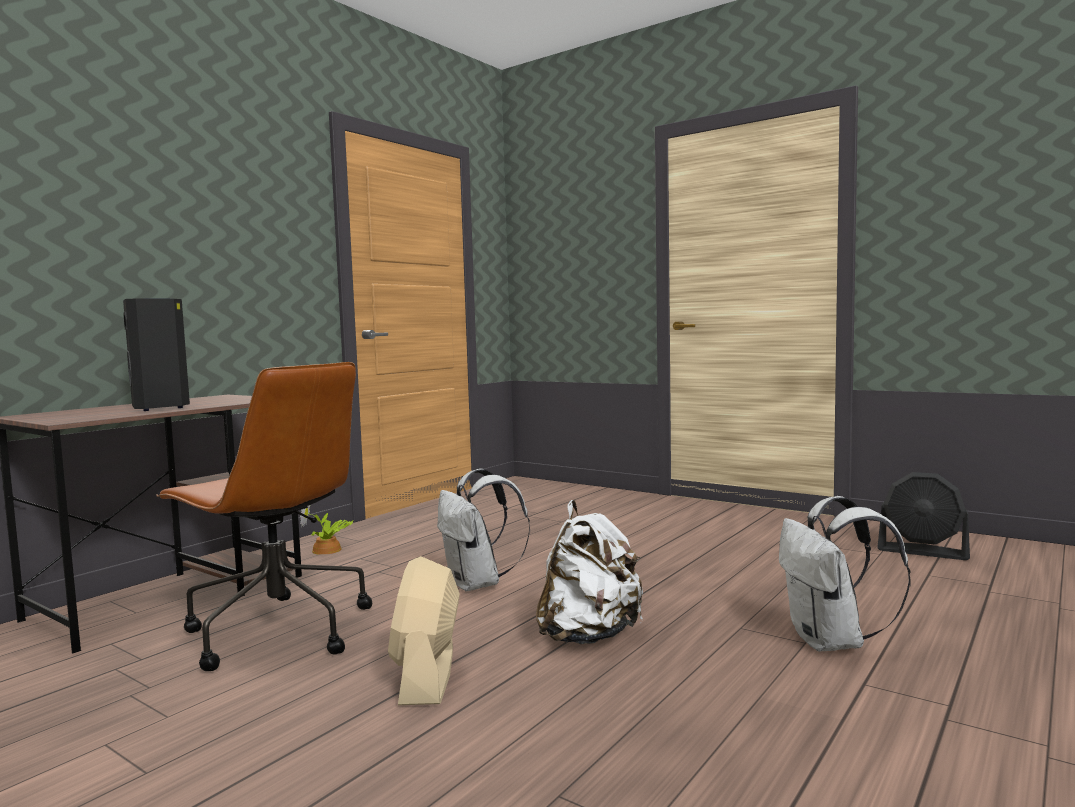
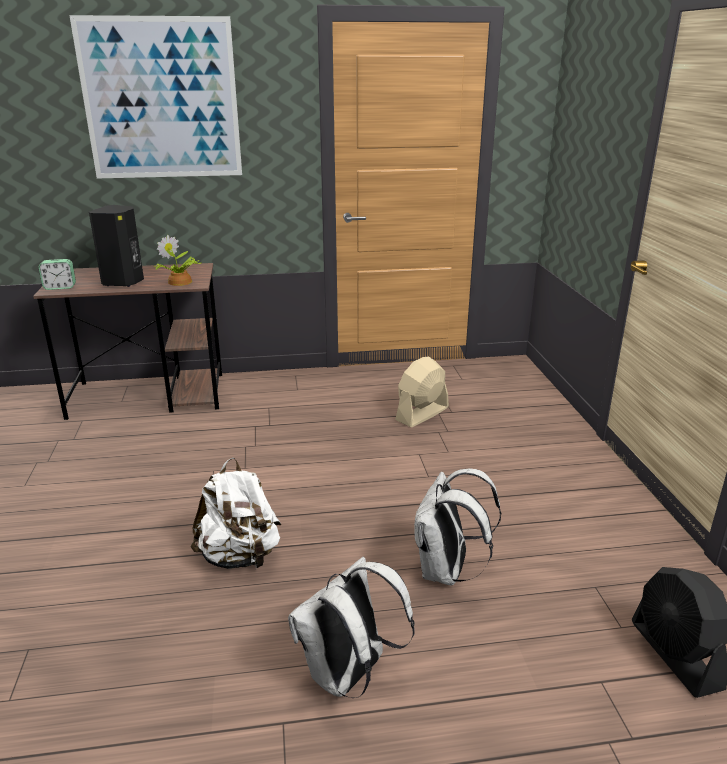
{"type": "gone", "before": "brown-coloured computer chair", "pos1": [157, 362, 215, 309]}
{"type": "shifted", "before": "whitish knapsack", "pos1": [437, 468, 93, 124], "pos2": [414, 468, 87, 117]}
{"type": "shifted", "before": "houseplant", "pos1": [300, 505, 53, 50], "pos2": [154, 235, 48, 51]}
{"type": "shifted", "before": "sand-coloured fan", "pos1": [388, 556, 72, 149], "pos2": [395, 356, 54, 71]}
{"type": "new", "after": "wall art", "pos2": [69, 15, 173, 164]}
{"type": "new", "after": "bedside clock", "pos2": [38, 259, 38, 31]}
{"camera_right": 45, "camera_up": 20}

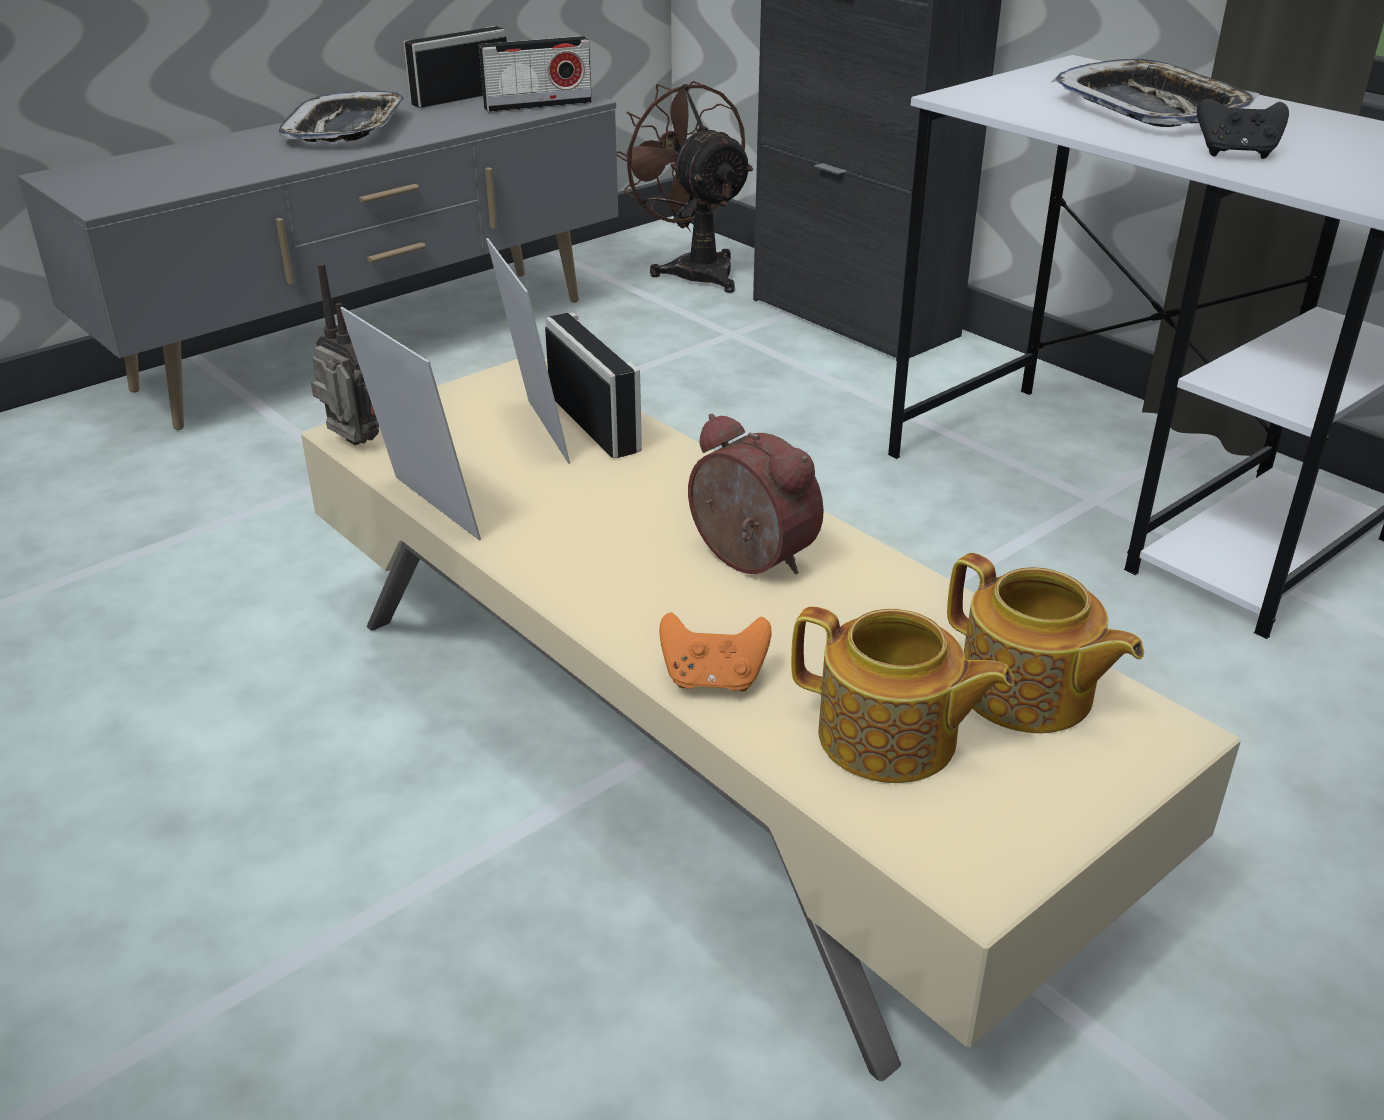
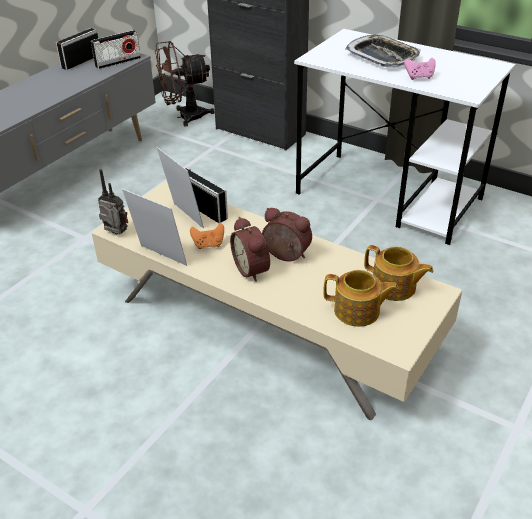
{"type": "rotated", "before": "brown-coloured fan", "pos1": [616, 81, 137, 212], "pos2": [155, 41, 60, 86], "turn": -60}
{"type": "gone", "before": "serving tray", "pos1": [279, 91, 126, 51]}
{"type": "repainted", "before": "blackish joypad", "after": "pink-coloured joypad", "pos1": [1197, 99, 92, 60], "pos2": [404, 58, 32, 22]}
{"type": "shifted", "before": "orange-coloured joypad", "pos1": [659, 612, 113, 79], "pos2": [190, 223, 34, 26]}
{"type": "new", "after": "bedside clock", "pos2": [230, 217, 40, 65]}
{"camera_right": -15, "camera_up": 5}

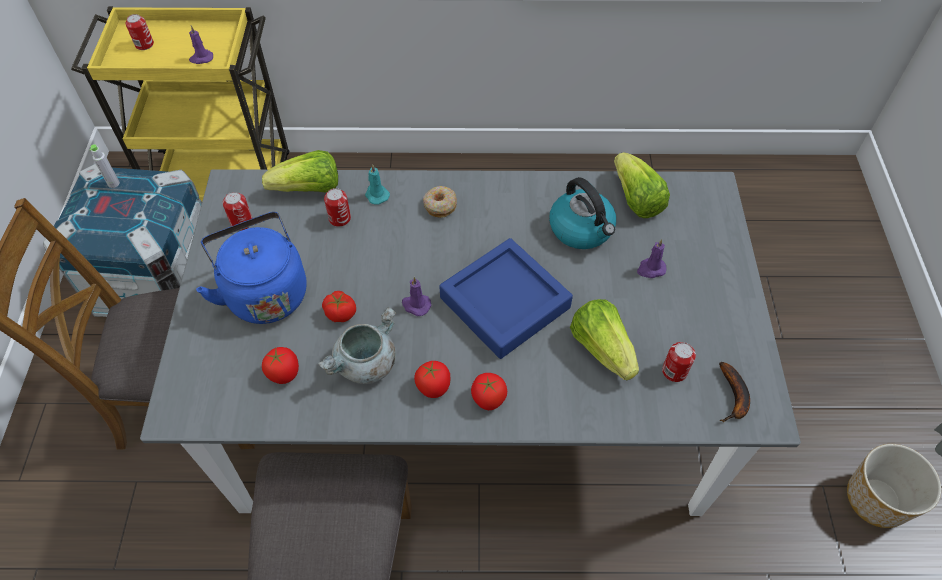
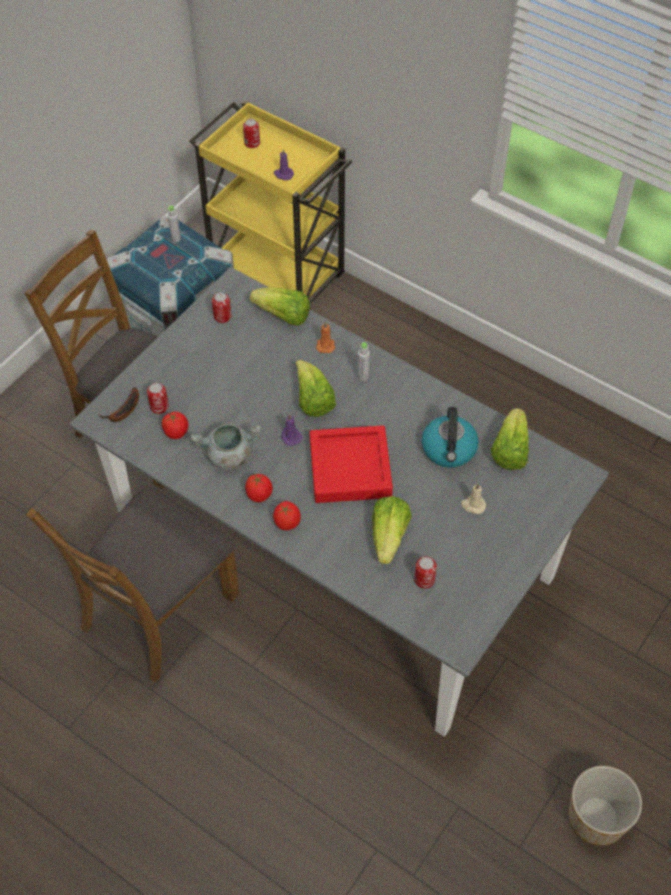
{"type": "repainted", "before": "turquoise wax candle", "after": "orange-coloured wax candle", "pos1": [365, 164, 25, 41], "pos2": [316, 321, 19, 32]}
{"type": "swapped", "before": "donut", "after": "grey bottle", "pos1": [423, 186, 34, 32], "pos2": [358, 342, 12, 39]}
{"type": "shifted", "before": "metal can", "pos1": [324, 188, 27, 39], "pos2": [147, 383, 22, 31]}
{"type": "gone", "before": "bluish water kettle", "pos1": [196, 212, 110, 112]}
{"type": "repainted", "before": "bluish serving tray", "after": "reddish serving tray", "pos1": [439, 238, 134, 121], "pos2": [310, 425, 83, 78]}
{"type": "repainted", "before": "purple wax candle", "after": "sand-coloured wax candle", "pos1": [637, 239, 29, 39], "pos2": [461, 483, 25, 31]}
{"type": "gone", "before": "tomato", "pos1": [322, 291, 34, 31]}
{"type": "shifted", "before": "banana", "pos1": [719, 362, 31, 60], "pos2": [99, 387, 40, 35]}
{"type": "new", "after": "lettuce", "pos2": [296, 360, 40, 57]}
{"camera_right": 35, "camera_up": 0}

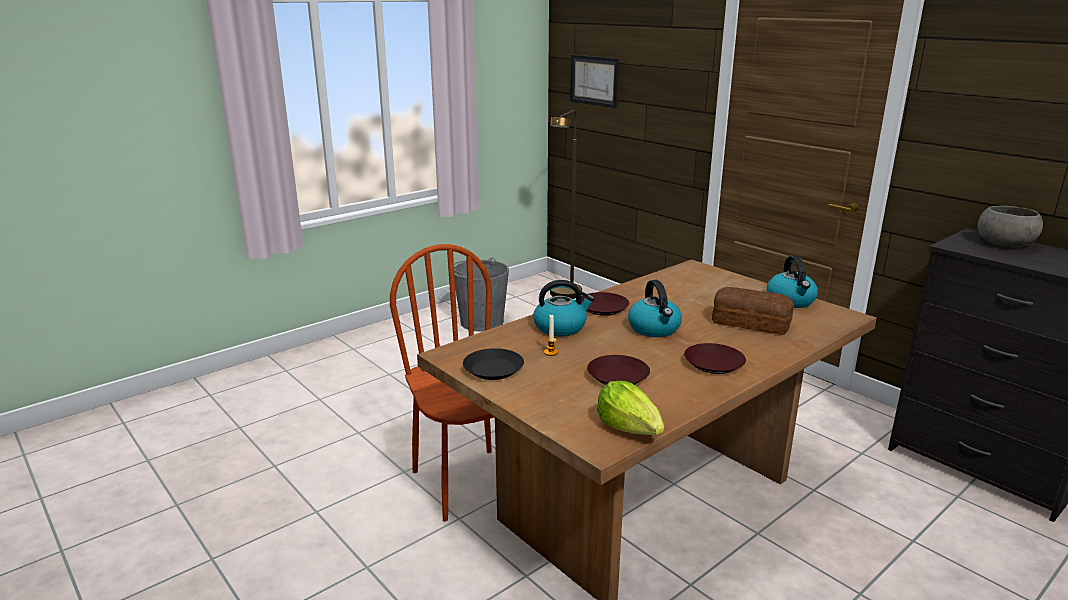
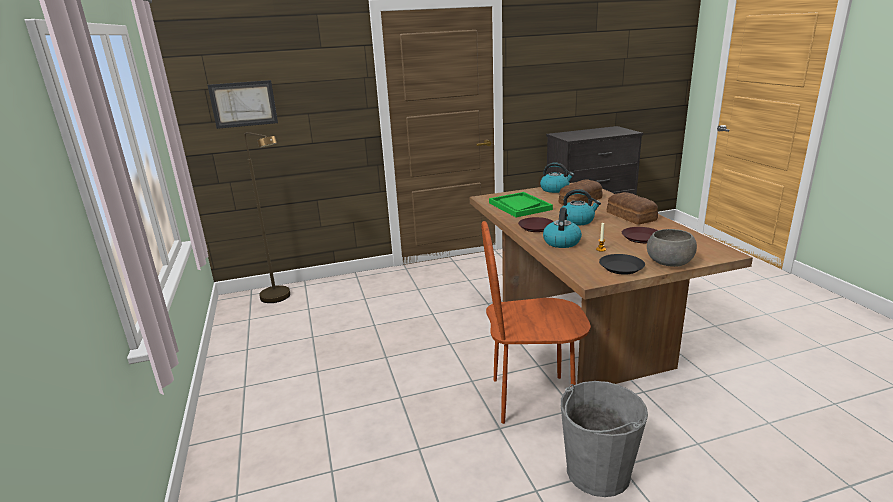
{"type": "shifted", "before": "grey serving bowl", "pos1": [978, 206, 65, 42], "pos2": [647, 229, 50, 38]}
{"type": "shifted", "before": "grey water bucket", "pos1": [454, 257, 55, 75], "pos2": [561, 381, 87, 116]}
{"type": "swapped", "before": "brown-coloured plate", "after": "bread", "pos1": [684, 343, 62, 31], "pos2": [607, 192, 51, 33]}
{"type": "gone", "before": "lettuce", "pos1": [597, 381, 67, 54]}
{"type": "new", "after": "greenish serving tray", "pos2": [489, 192, 64, 25]}
{"camera_right": -65, "camera_up": 0}

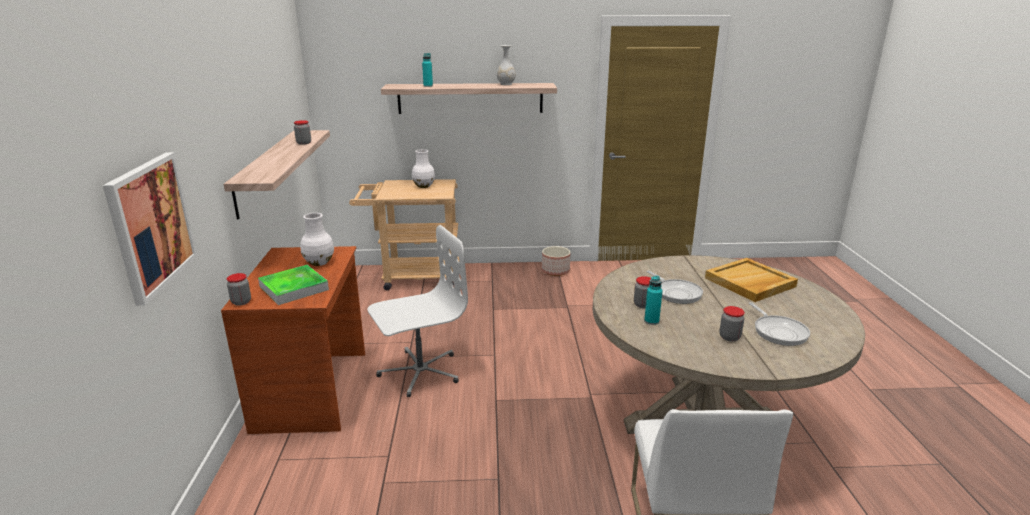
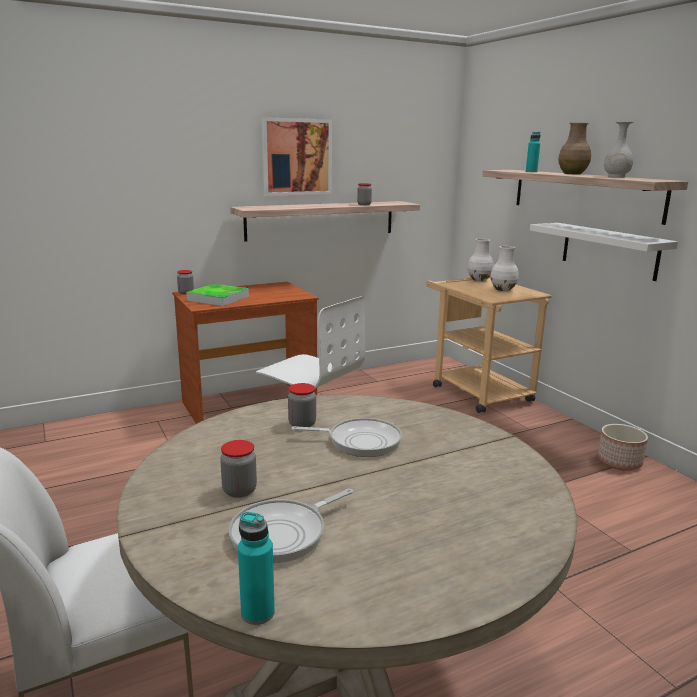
{"type": "shifted", "before": "wall art", "pos1": [103, 152, 94, 154], "pos2": [262, 117, 70, 79]}
{"type": "shifted", "before": "whitish decorative vase", "pos1": [300, 213, 34, 53], "pos2": [468, 239, 26, 42]}
{"type": "gone", "before": "sand-coloured serving tray", "pos1": [705, 258, 93, 44]}
{"type": "rotated", "before": "skillet", "pos1": [646, 270, 57, 34], "pos2": [292, 418, 110, 39], "turn": -120}
{"type": "shifted", "before": "turquoise bottle", "pos1": [644, 276, 18, 49], "pos2": [238, 512, 37, 113]}
{"type": "new", "after": "brown-coloured decorative vase", "pos2": [558, 123, 33, 51]}
{"type": "new", "after": "whitish shelf", "pos2": [530, 223, 148, 58]}
{"camera_right": 65, "camera_up": -5}

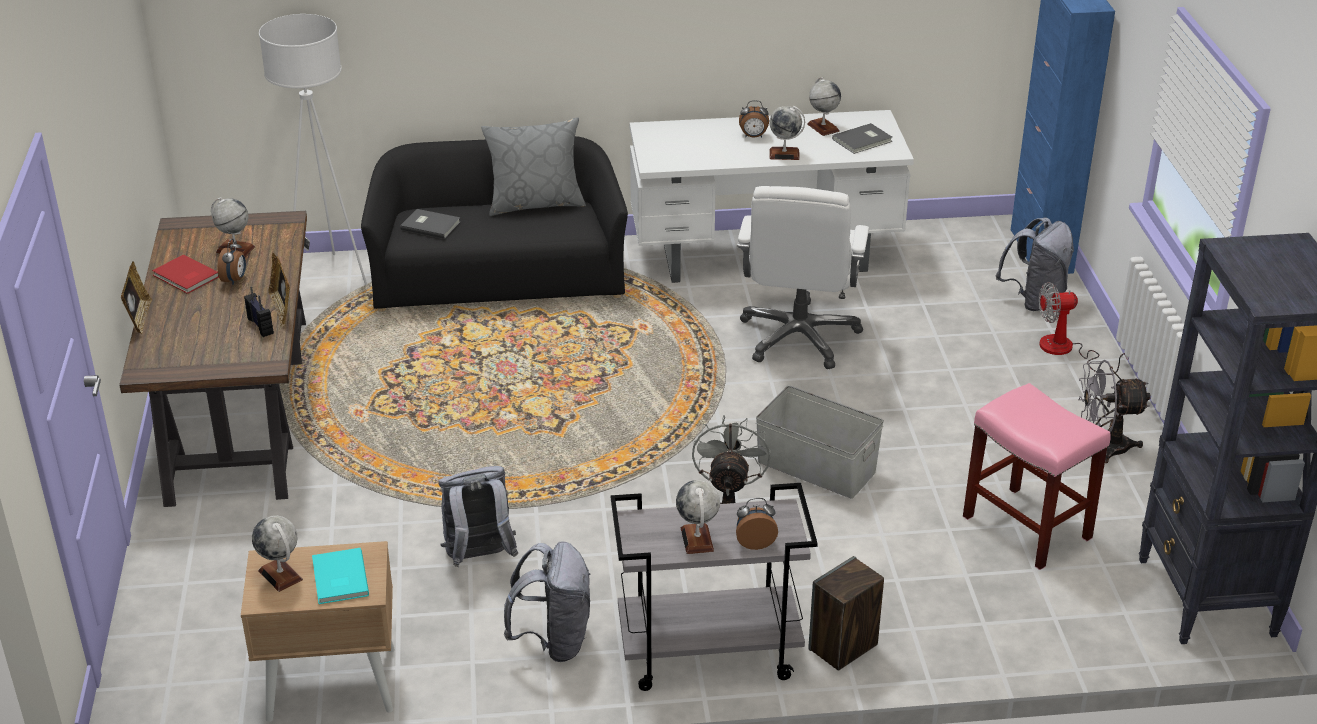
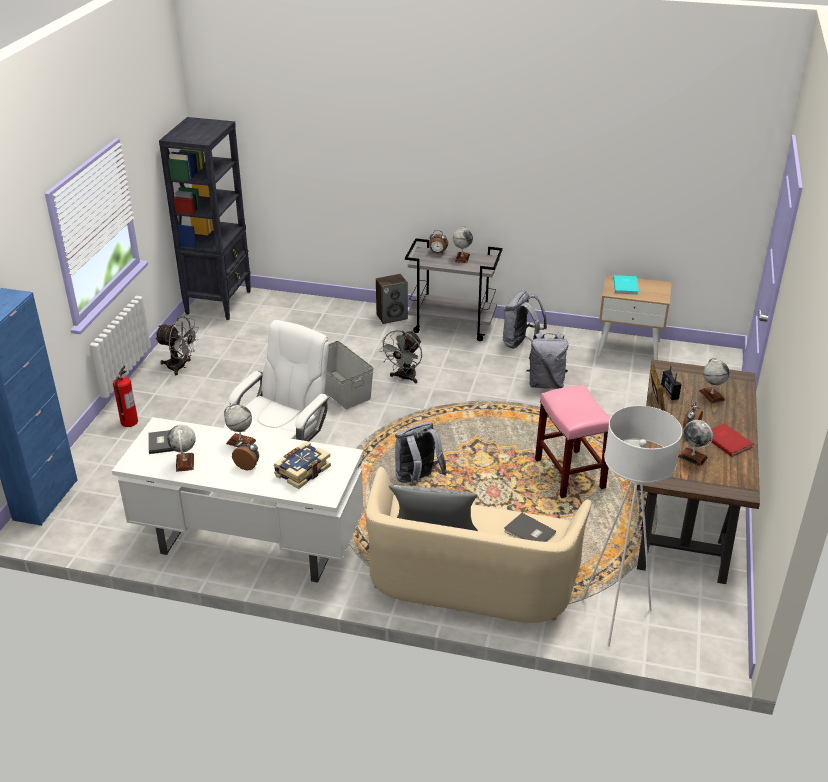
{"type": "repainted", "before": "blackish sofa", "after": "sand-coloured sofa", "pos1": [361, 136, 267, 176], "pos2": [365, 467, 227, 156]}
{"type": "shifted", "before": "grey knapsack", "pos1": [996, 217, 78, 94], "pos2": [395, 421, 52, 65]}
{"type": "gone", "before": "standing frame", "pos1": [121, 261, 31, 73]}
{"type": "swapped", "before": "fan", "after": "fire extinguisher", "pos1": [1039, 282, 90, 93], "pos2": [113, 365, 25, 62]}
{"type": "shifted", "before": "pink-coloured stool seat", "pos1": [963, 383, 148, 187], "pos2": [535, 385, 76, 113]}
{"type": "shifted", "before": "world globe", "pos1": [252, 516, 51, 76], "pos2": [699, 358, 30, 45]}
{"type": "new", "after": "book", "pos2": [273, 441, 58, 48]}
{"camera_right": -160, "camera_up": 0}

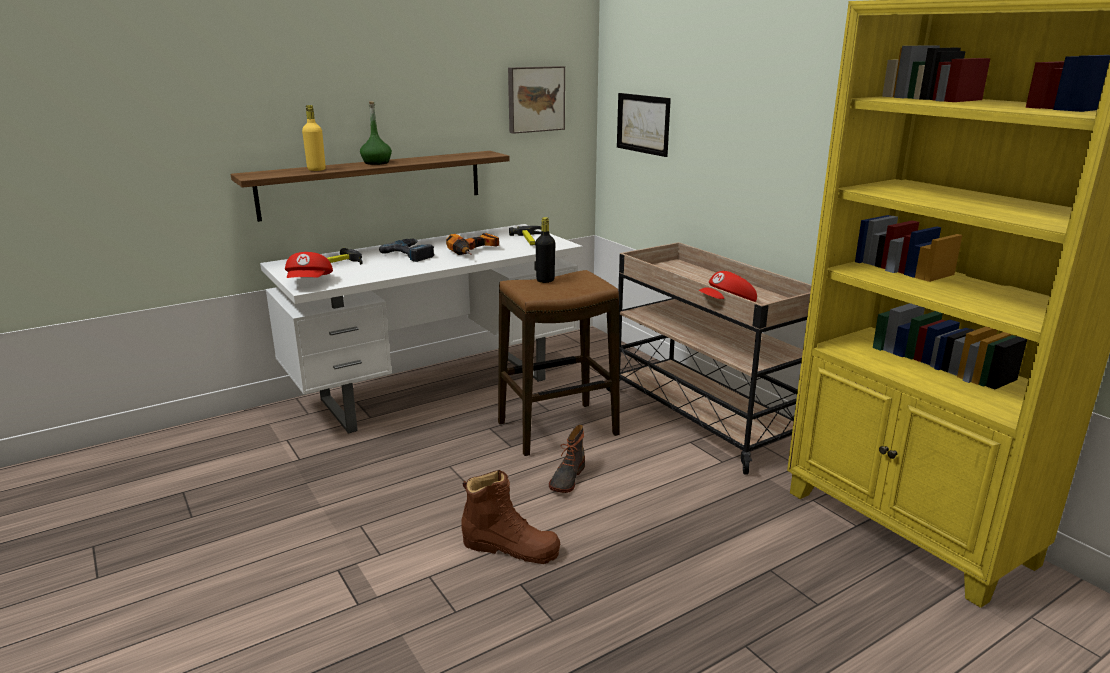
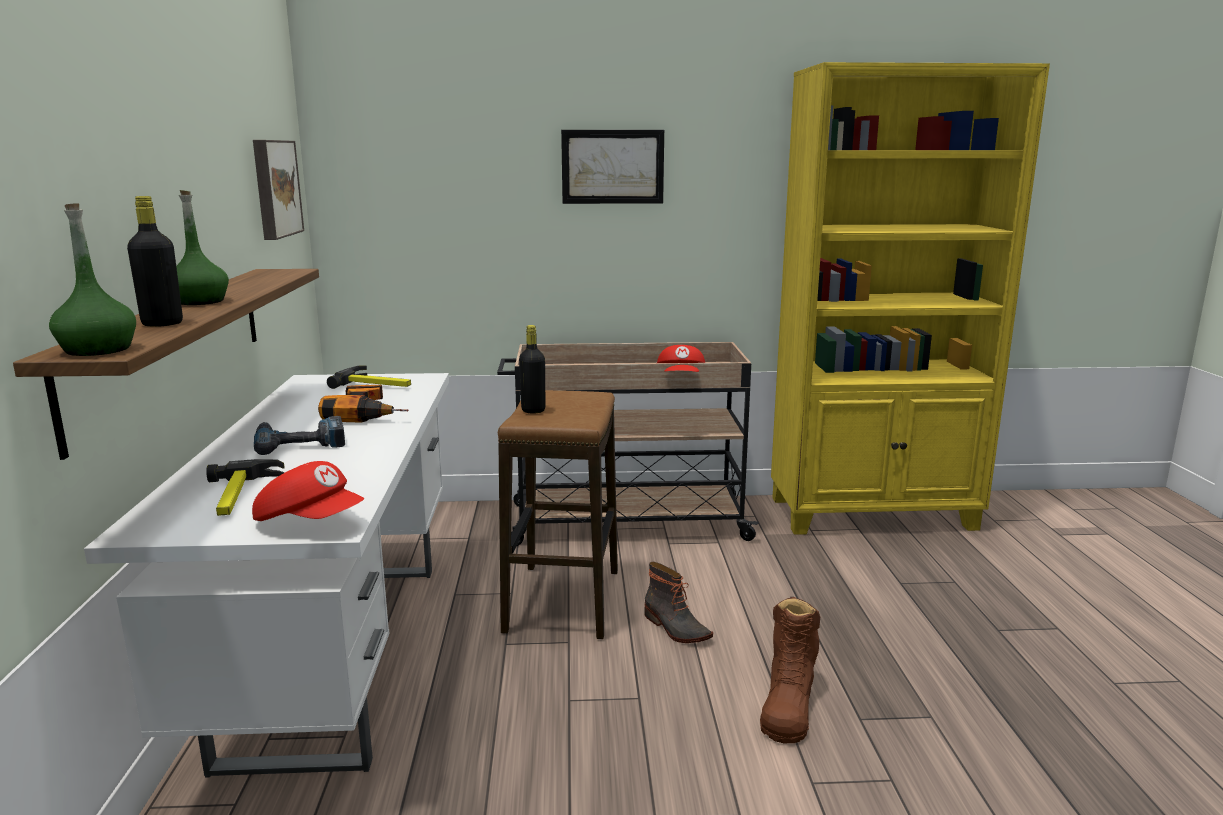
{"type": "shifted", "before": "wall art", "pos1": [617, 93, 54, 64], "pos2": [561, 130, 103, 74]}
{"type": "repainted", "before": "yellowish bottle", "after": "blackish bottle", "pos1": [302, 105, 24, 66], "pos2": [127, 196, 56, 131]}
{"type": "rotated", "before": "brown-coloured boot", "pos1": [461, 470, 99, 94], "pos2": [760, 597, 60, 146], "turn": 150}
{"type": "new", "after": "greenish bottle", "pos2": [49, 203, 87, 153]}
{"camera_right": -60, "camera_up": -5}

